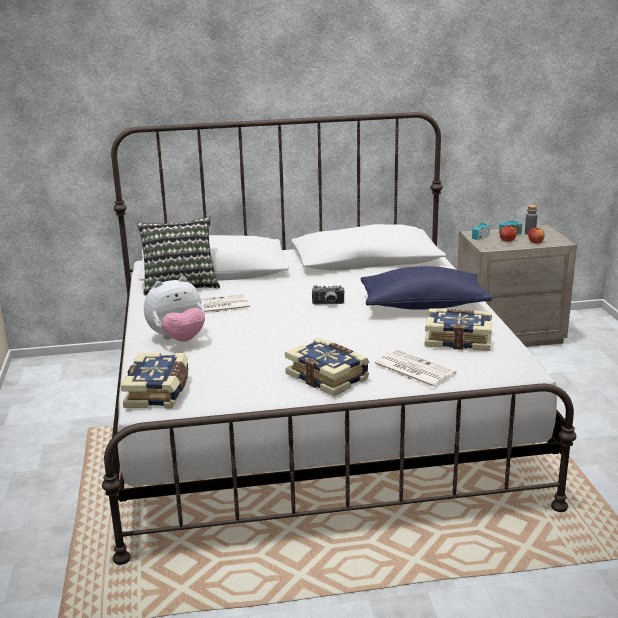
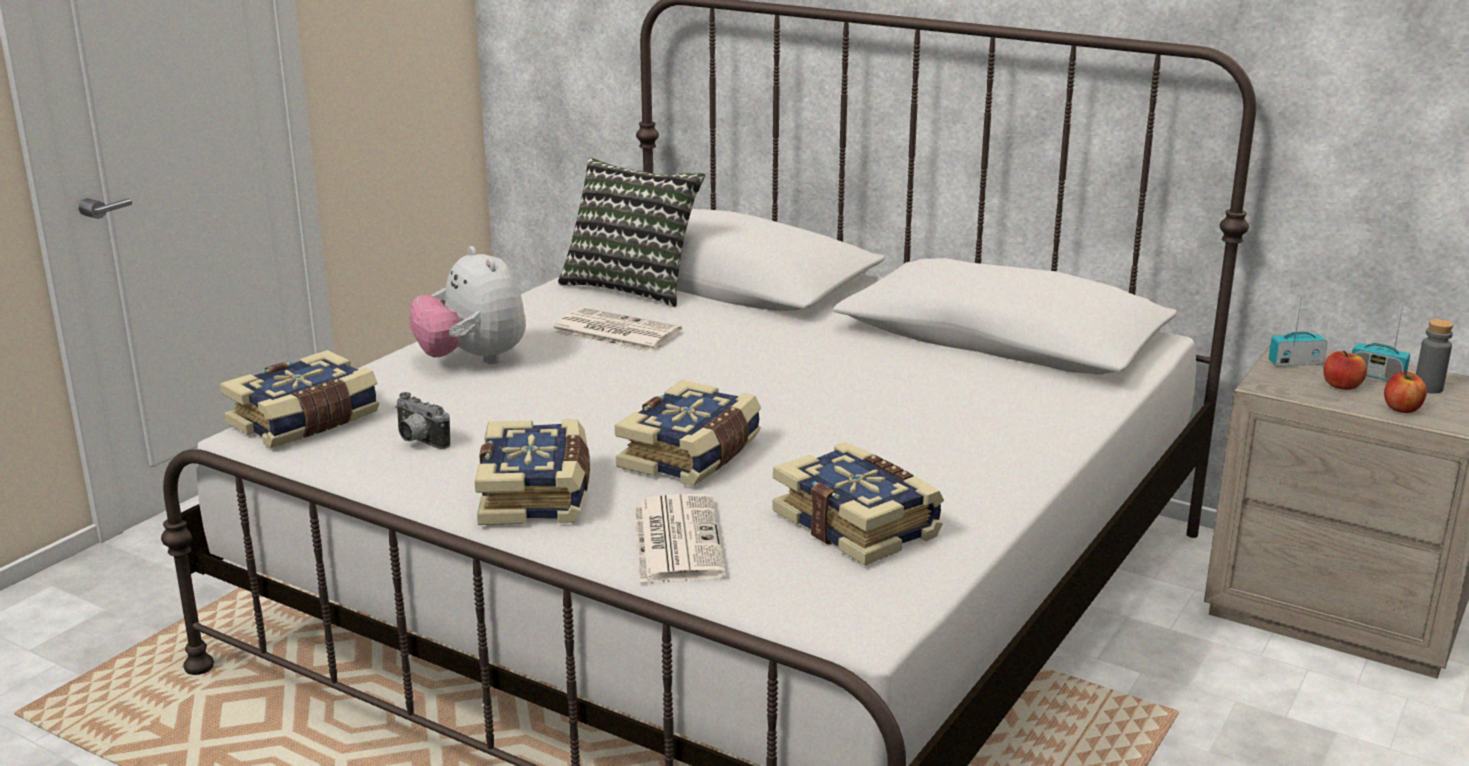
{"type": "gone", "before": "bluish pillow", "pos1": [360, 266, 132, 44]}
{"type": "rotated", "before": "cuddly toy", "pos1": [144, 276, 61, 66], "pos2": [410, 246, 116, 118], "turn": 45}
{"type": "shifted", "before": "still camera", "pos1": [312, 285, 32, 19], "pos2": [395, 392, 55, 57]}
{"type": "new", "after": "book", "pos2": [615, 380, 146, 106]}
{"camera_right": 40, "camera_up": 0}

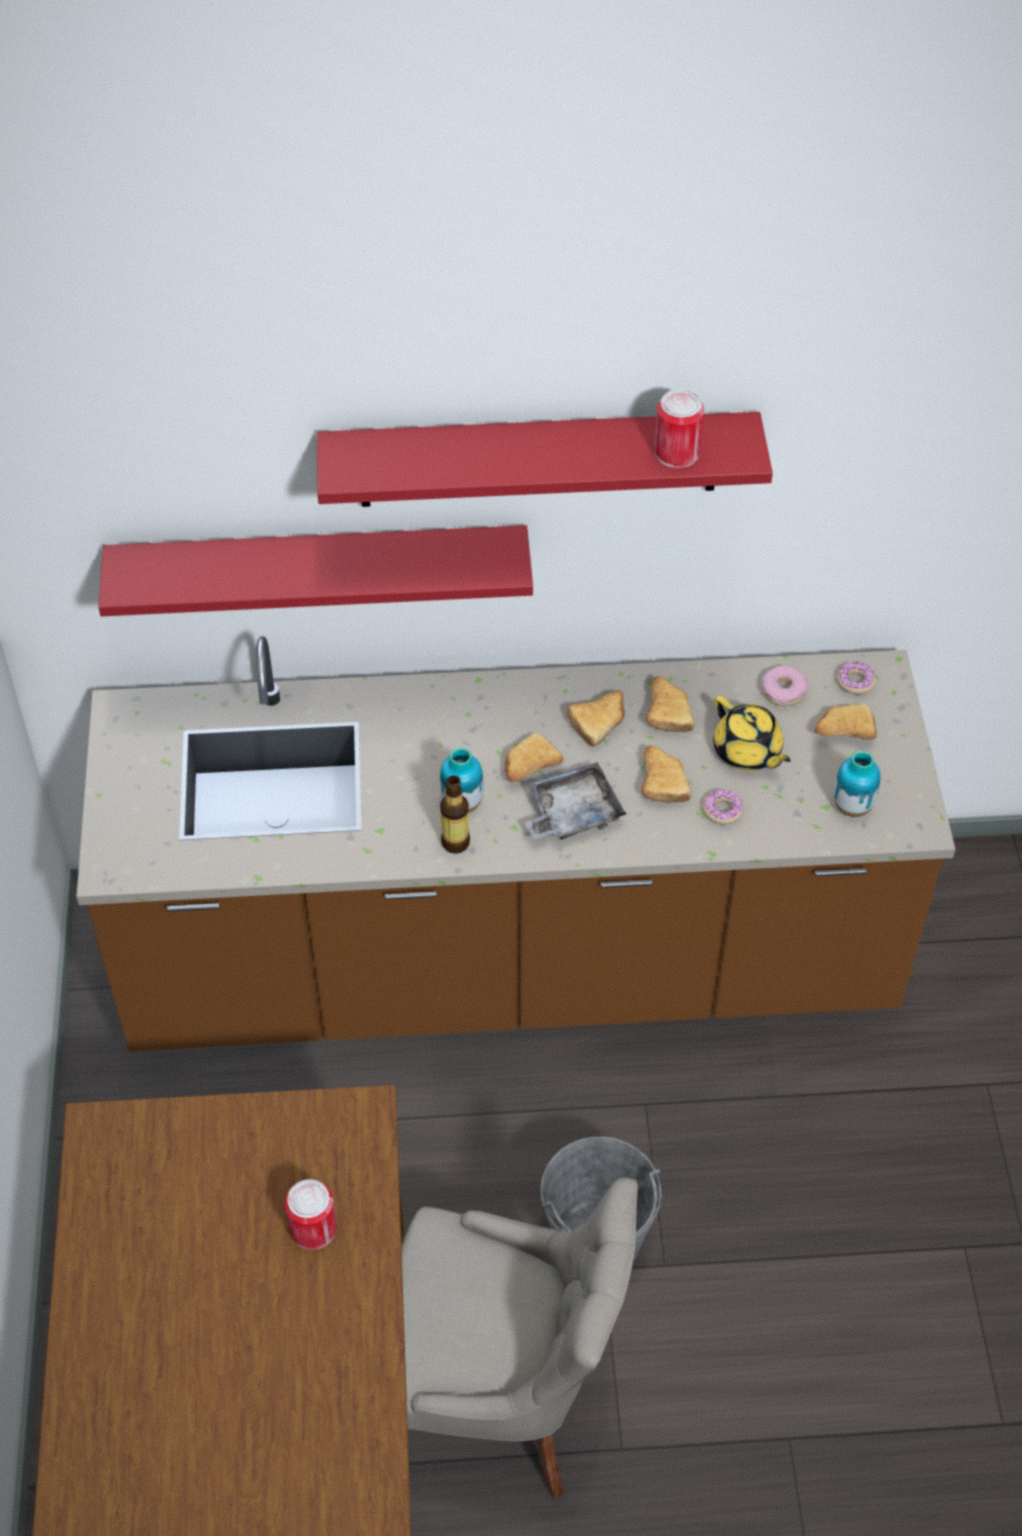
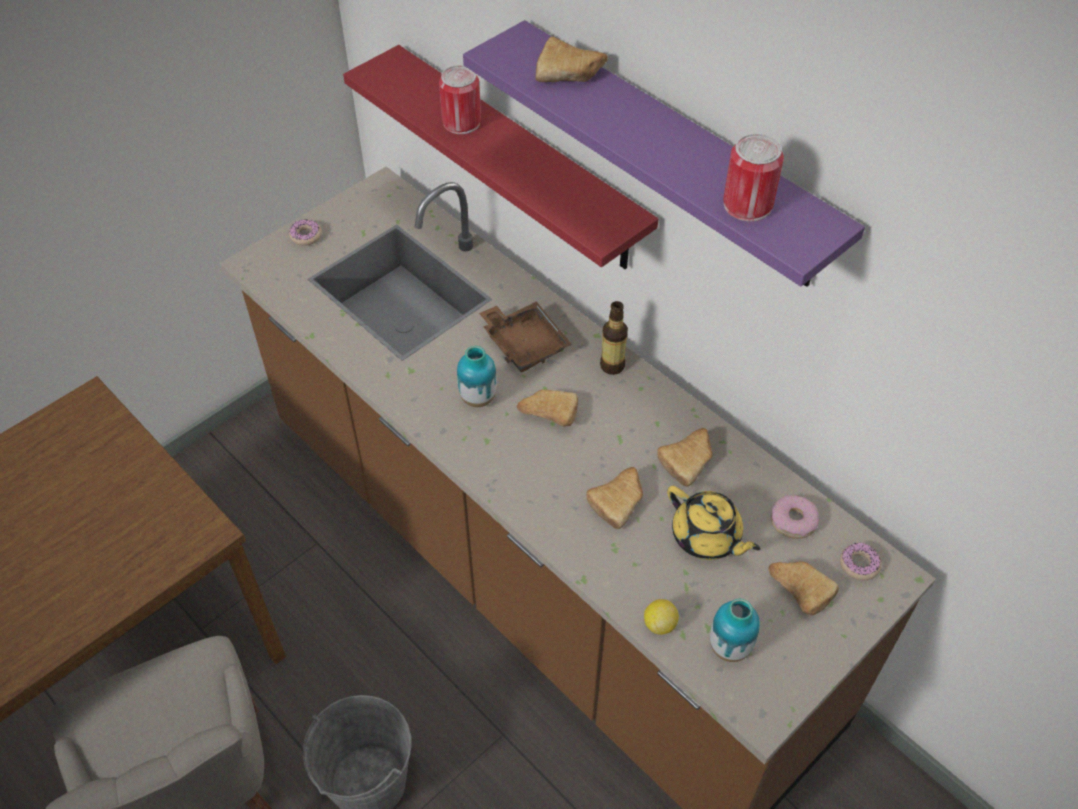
{"type": "repainted", "before": "reddish shelf", "after": "purple shelf", "pos1": [317, 412, 456, 95], "pos2": [463, 20, 402, 267]}
{"type": "shifted", "before": "bread", "pos1": [567, 690, 58, 56], "pos2": [536, 37, 72, 45]}
{"type": "rotated", "before": "yellowish tea pot", "pos1": [713, 696, 78, 74], "pos2": [667, 486, 93, 74], "turn": -60}
{"type": "gone", "before": "grey serving tray", "pos1": [524, 762, 102, 78]}
{"type": "shifted", "before": "bottle", "pos1": [440, 775, 30, 79], "pos2": [600, 301, 28, 74]}
{"type": "shifted", "before": "donut", "pos1": [703, 789, 41, 36], "pos2": [289, 219, 33, 27]}
{"type": "shifted", "before": "metal can", "pos1": [285, 1179, 52, 71], "pos2": [439, 65, 42, 69]}
{"type": "new", "after": "brown-coloured serving tray", "pos2": [479, 302, 93, 70]}
{"type": "new", "after": "lemon", "pos2": [644, 599, 35, 36]}
{"camera_right": 50, "camera_up": 0}

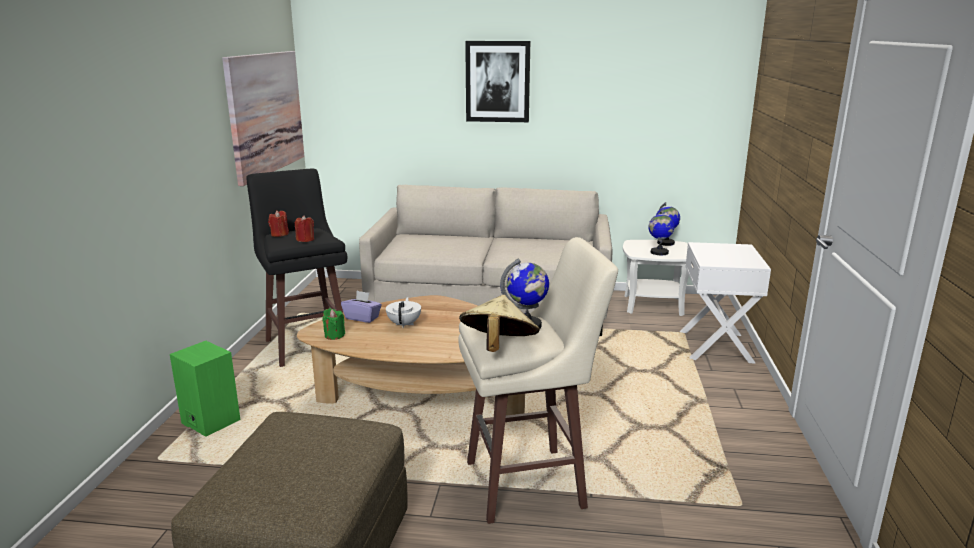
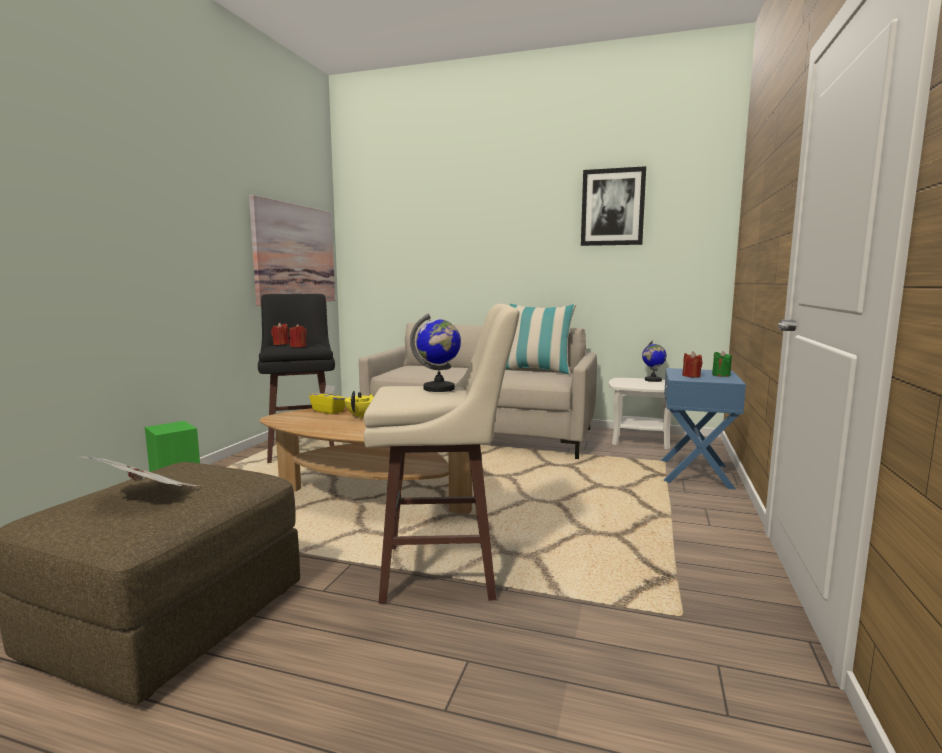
{"type": "shifted", "before": "wall art", "pos1": [465, 41, 65, 81], "pos2": [581, 166, 65, 80]}
{"type": "gone", "before": "world globe", "pos1": [648, 210, 26, 45]}
{"type": "repainted", "before": "whitish nightstand", "after": "bluish nightstand", "pos1": [680, 242, 91, 122], "pos2": [661, 368, 85, 122]}
{"type": "repainted", "before": "purple box of tissues", "after": "yellowish box of tissues", "pos1": [341, 291, 41, 32], "pos2": [309, 385, 37, 29]}
{"type": "gone", "before": "sand-coloured clothing hat", "pos1": [459, 295, 81, 57]}
{"type": "repainted", "before": "whitish tea pot", "after": "yellowish tea pot", "pos1": [386, 297, 35, 31], "pos2": [345, 391, 29, 28]}
{"type": "shifted", "before": "greenish wax candle", "pos1": [322, 308, 23, 32], "pos2": [712, 351, 20, 26]}
{"type": "new", "after": "pillow", "pos2": [506, 304, 70, 70]}
{"type": "new", "after": "reddish wax candle", "pos2": [682, 352, 21, 26]}
{"type": "new", "after": "newspaper", "pos2": [83, 457, 117, 29]}
{"camera_right": 10, "camera_up": -10}

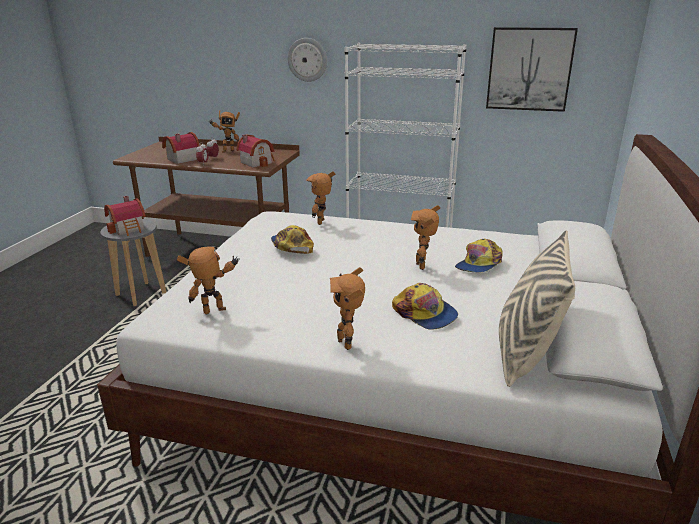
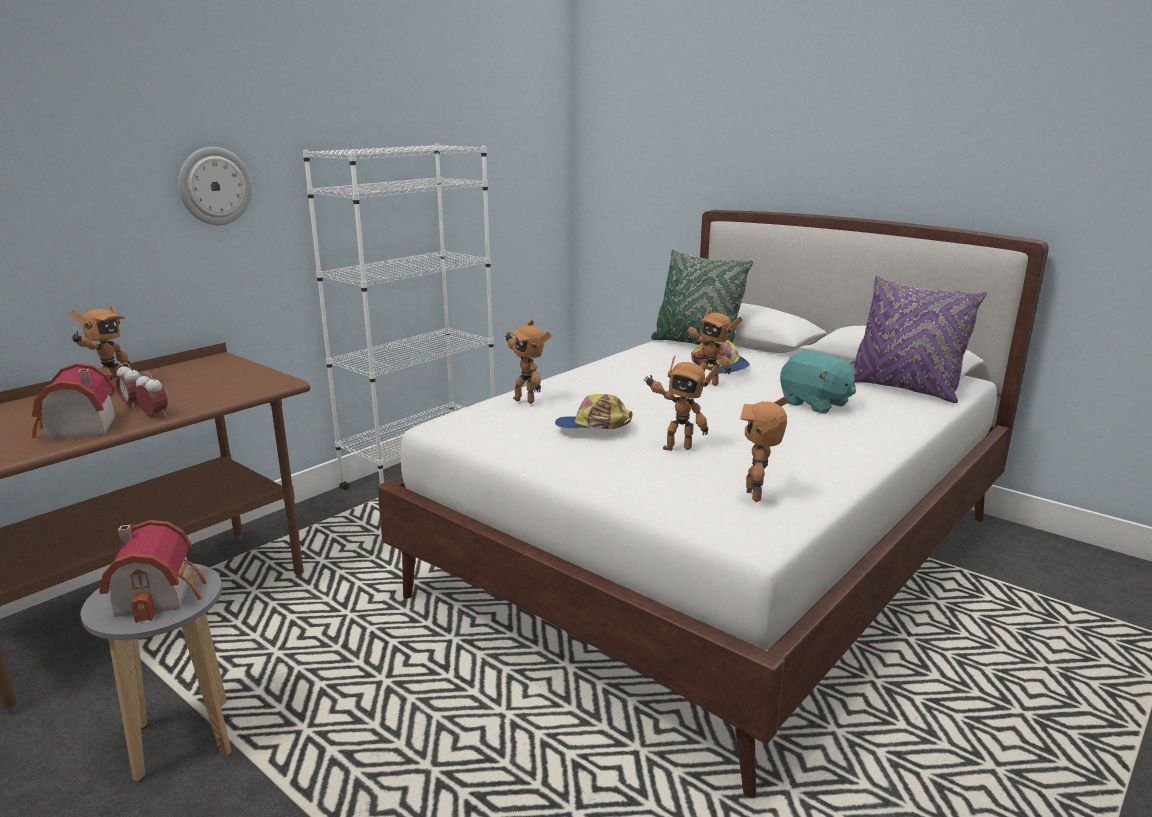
{"type": "gone", "before": "wall art", "pos1": [486, 27, 92, 85]}
{"type": "gone", "before": "model house", "pos1": [236, 134, 39, 33]}
{"type": "repainted", "before": "sand-coloured pillow", "after": "purple pillow", "pos1": [499, 230, 76, 157], "pos2": [854, 276, 133, 127]}
{"type": "shifted", "before": "robot figure", "pos1": [330, 267, 35, 83], "pos2": [644, 356, 75, 95]}
{"type": "swapped", "before": "peaked cap", "after": "turquoise cuddly toy", "pos1": [392, 283, 66, 47], "pos2": [780, 350, 76, 64]}
{"type": "new", "after": "greenish pillow", "pos2": [651, 249, 102, 96]}
{"camera_right": -65, "camera_up": -5}

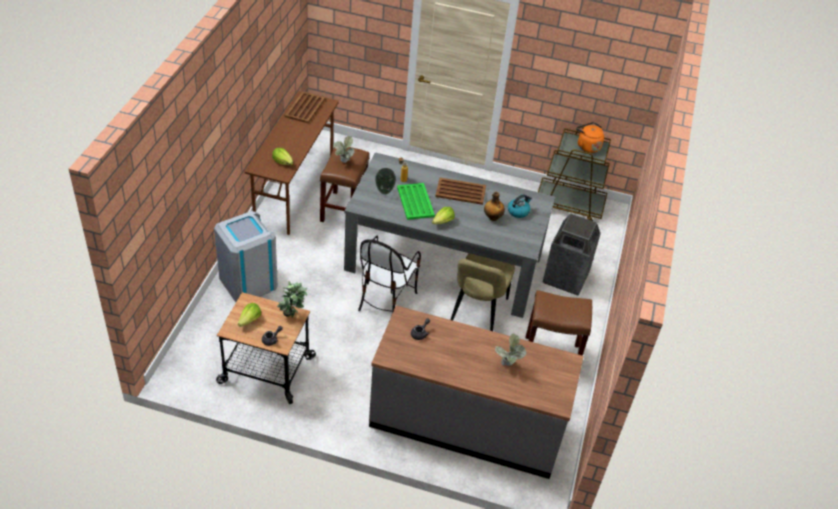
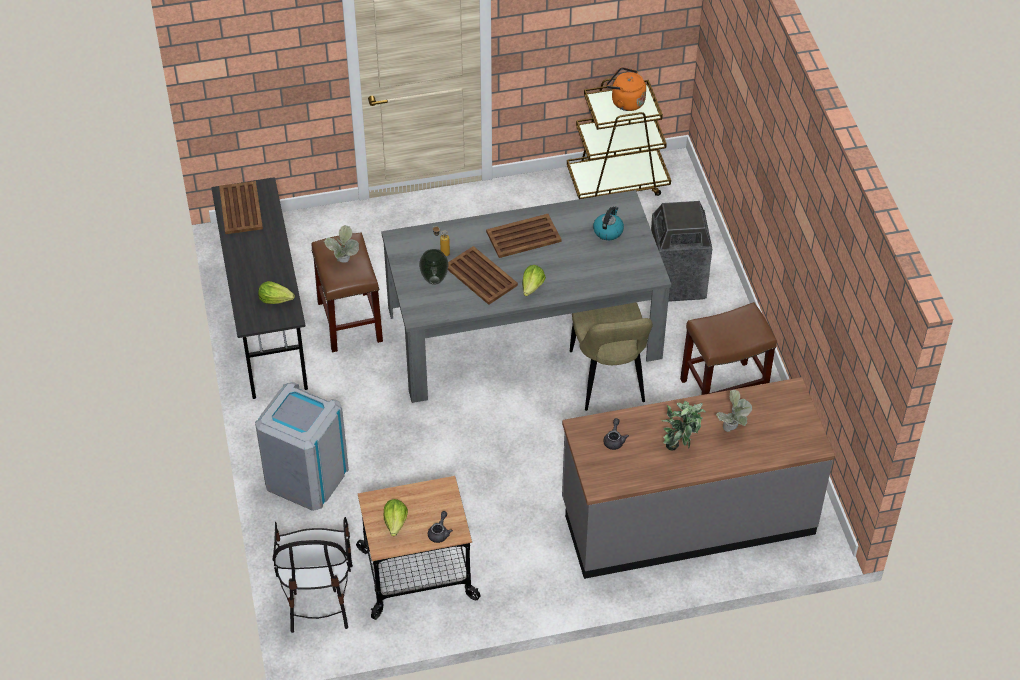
{"type": "repainted", "before": "brown-coloured desk", "after": "grey desk", "pos1": [245, 91, 94, 144], "pos2": [211, 177, 97, 222]}
{"type": "repainted", "before": "greenish serving tray", "after": "brown-coloured serving tray", "pos1": [397, 183, 38, 37], "pos2": [448, 246, 70, 59]}
{"type": "gone", "before": "bottle", "pos1": [484, 192, 21, 29]}
{"type": "shifted", "before": "plain chair", "pos1": [358, 236, 63, 77], "pos2": [272, 517, 81, 116]}
{"type": "shifted", "before": "houseplant", "pos1": [277, 282, 31, 36], "pos2": [662, 401, 44, 50]}
{"camera_right": -25, "camera_up": 5}

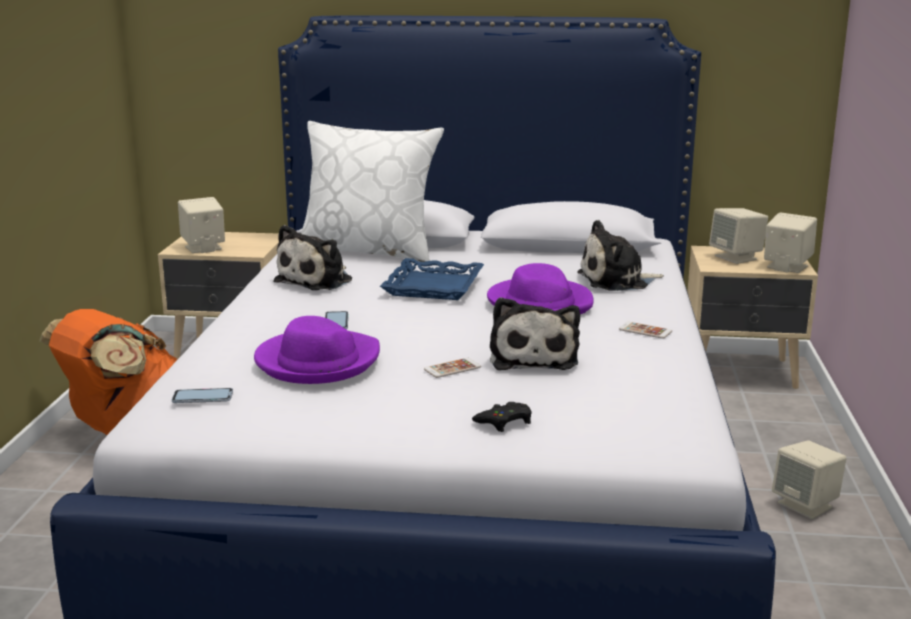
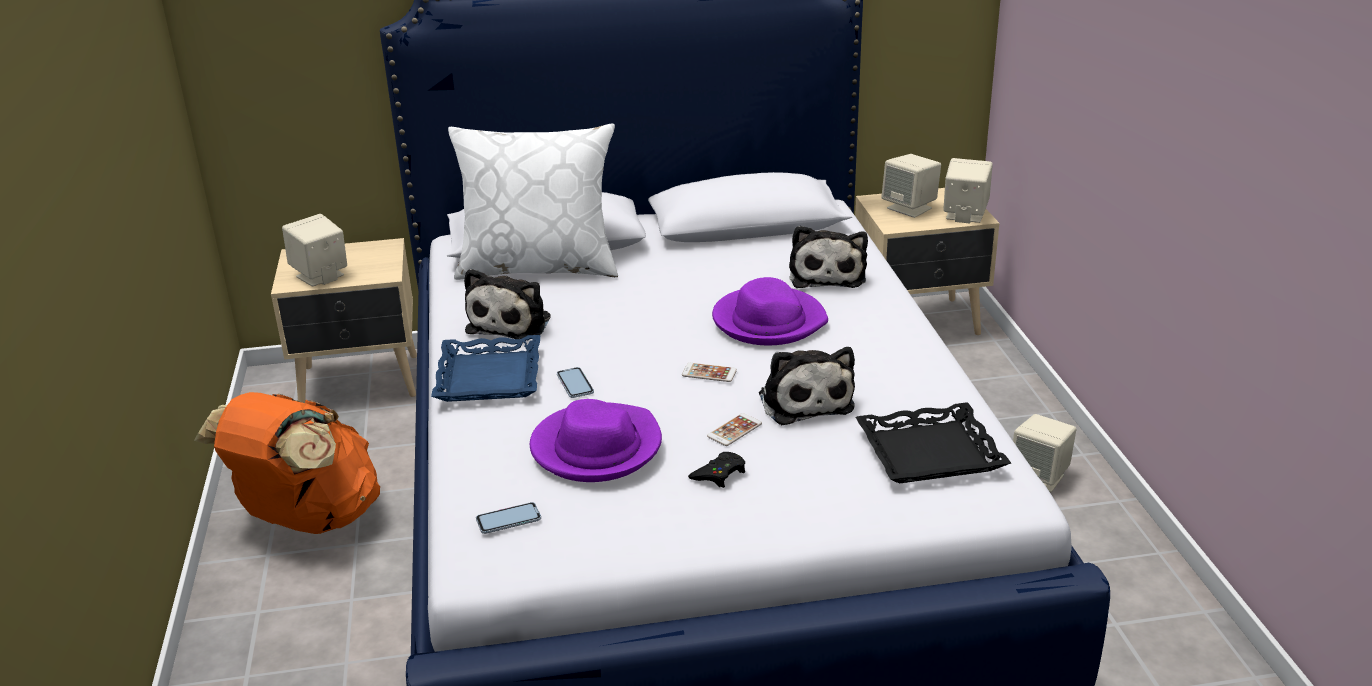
{"type": "rotated", "before": "cuddly toy", "pos1": [577, 220, 87, 71], "pos2": [789, 226, 79, 62], "turn": -60}
{"type": "shifted", "before": "bluish serving tray", "pos1": [380, 258, 104, 42], "pos2": [431, 335, 109, 67]}
{"type": "shifted", "before": "handset", "pos1": [619, 322, 53, 17], "pos2": [682, 363, 55, 19]}
{"type": "shifted", "before": "blackish joypad", "pos1": [472, 402, 60, 30], "pos2": [688, 452, 57, 36]}
{"type": "new", "after": "blackish serving tray", "pos2": [856, 402, 155, 82]}
{"camera_right": -15, "camera_up": 10}

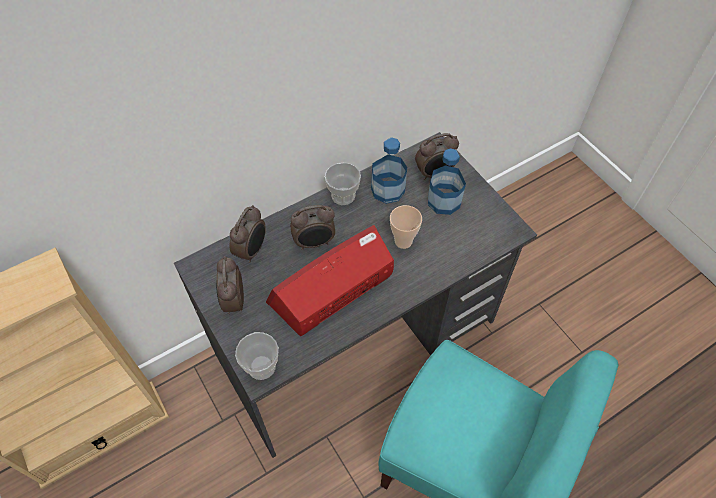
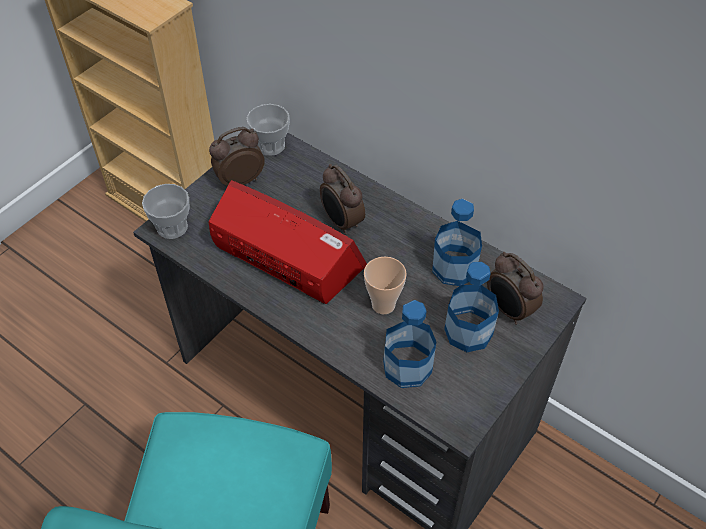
{"type": "shifted", "before": "cup", "pos1": [324, 162, 37, 43], "pos2": [247, 104, 43, 52]}
{"type": "gone", "before": "bedside clock", "pos1": [229, 205, 37, 58]}
{"type": "new", "after": "bottle", "pos2": [383, 300, 53, 88]}
{"camera_right": 70, "camera_up": -5}

